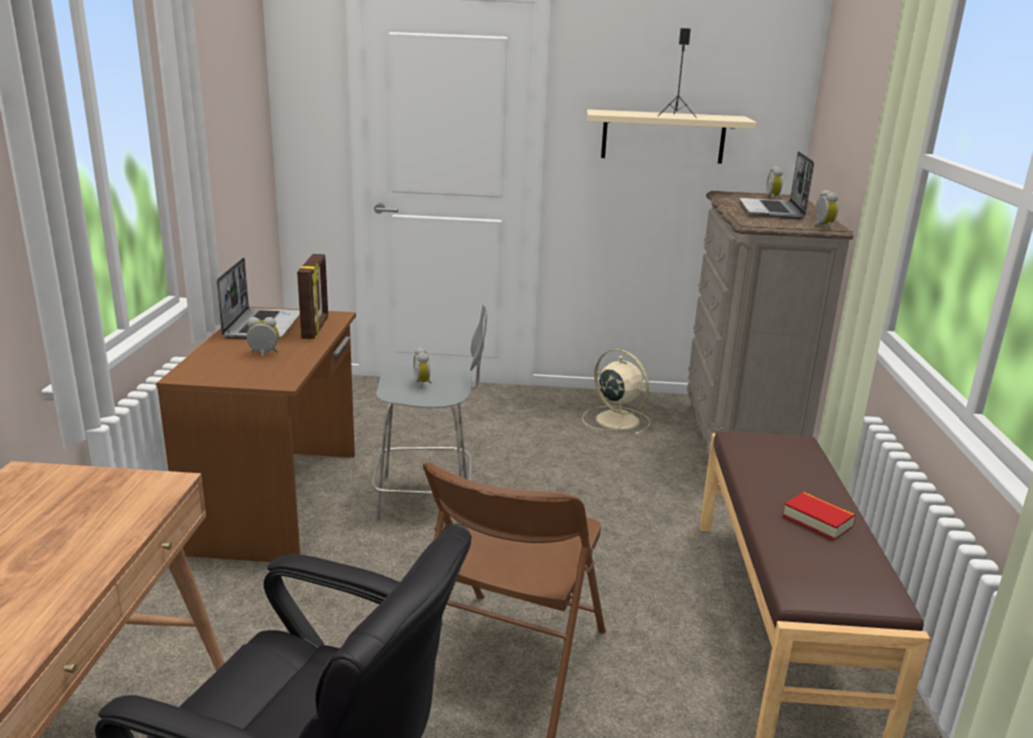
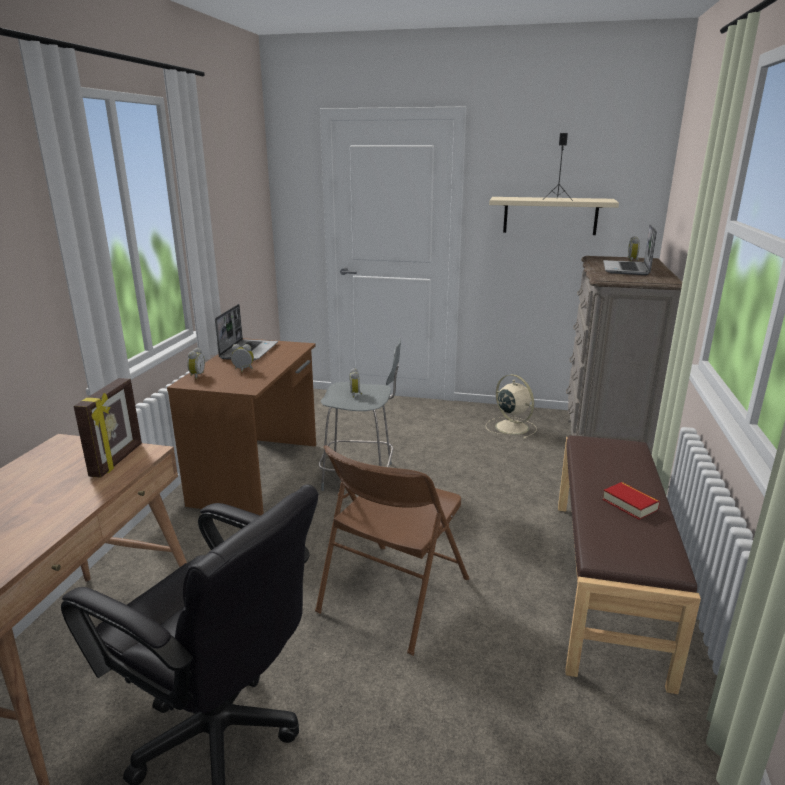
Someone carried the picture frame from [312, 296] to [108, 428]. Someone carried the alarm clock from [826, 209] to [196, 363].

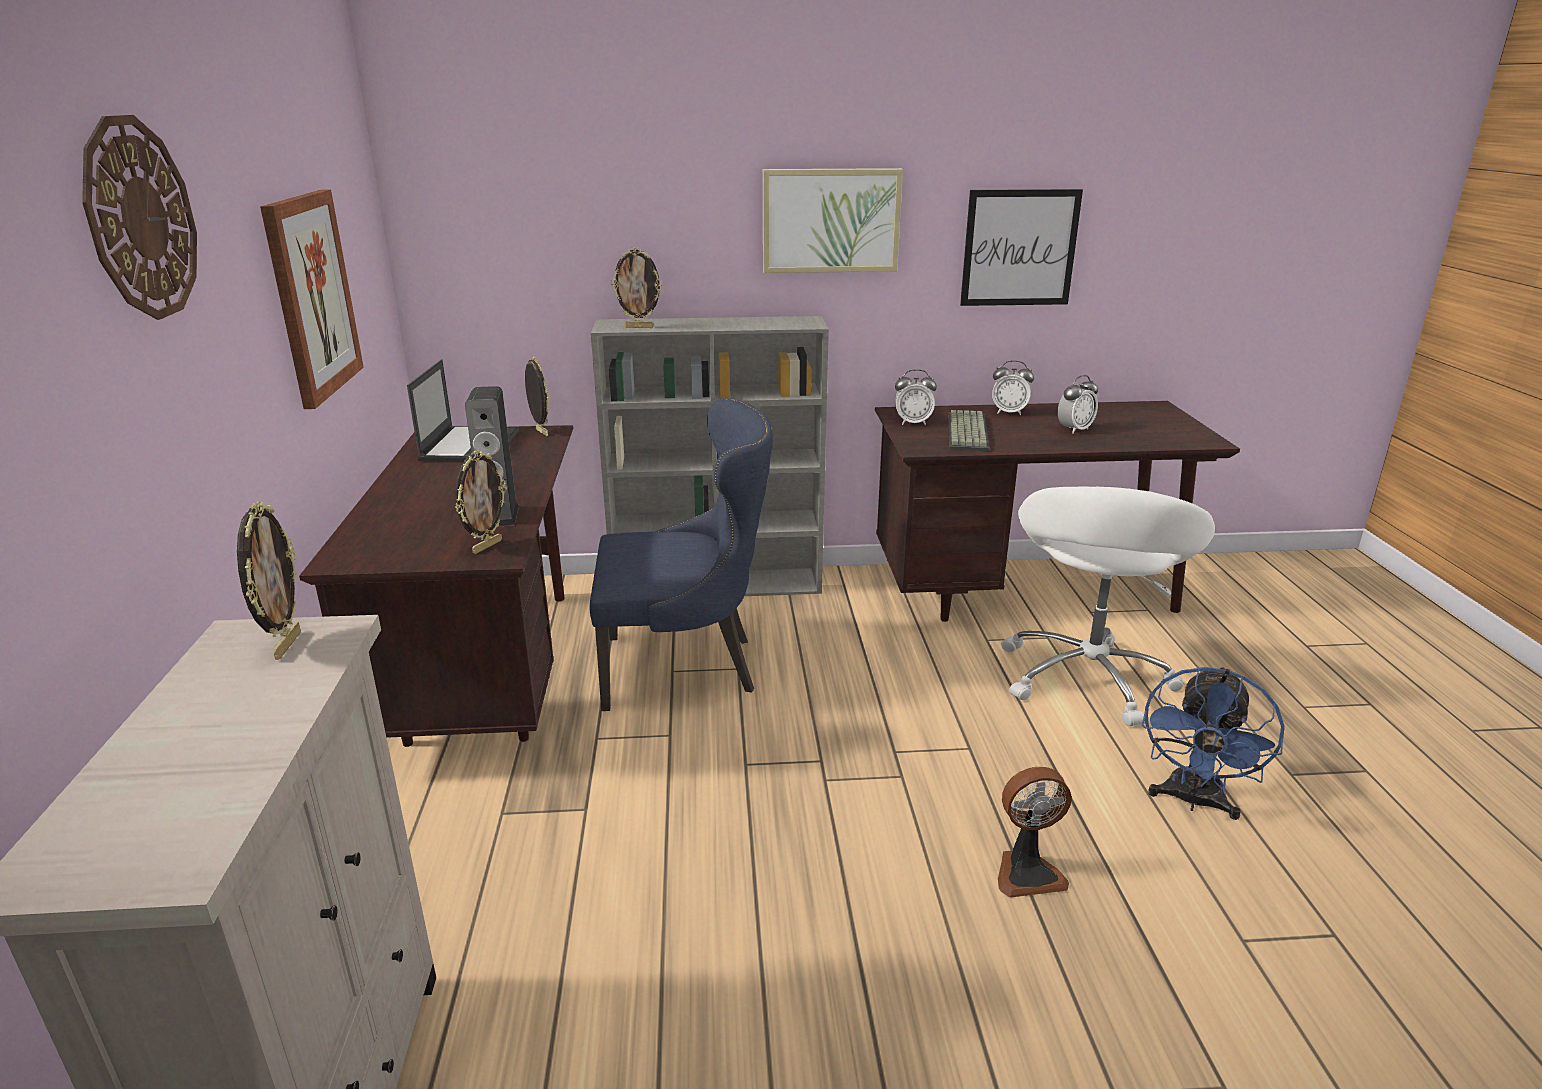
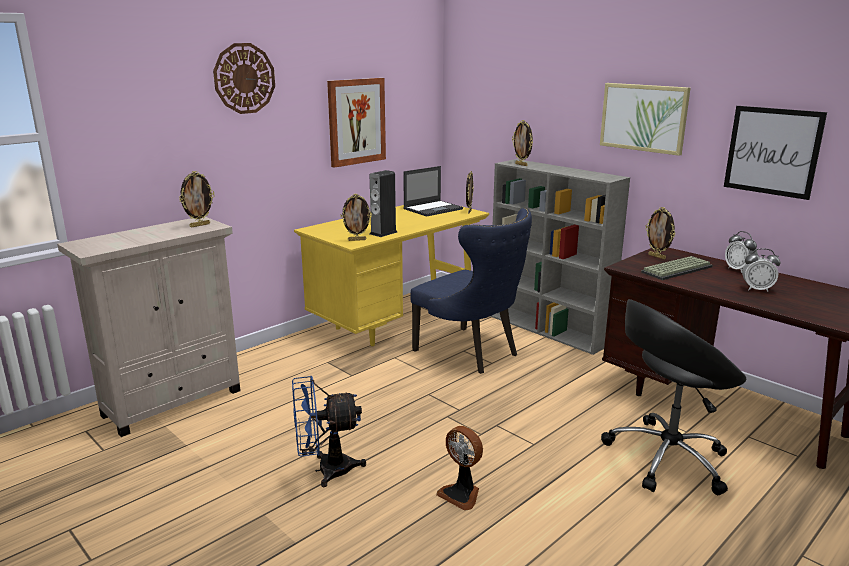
Someone carried the fan in blue from [1213, 743] to [329, 431]. Someone repainted the desk in brown at [436, 586], which became the desk in yellow at [391, 275]. Someone repainted the office chair in white at [1108, 606], which became the office chair in black at [673, 397]. Someone swapped the alarm clock at [916, 397] for the picture frame at [660, 233].

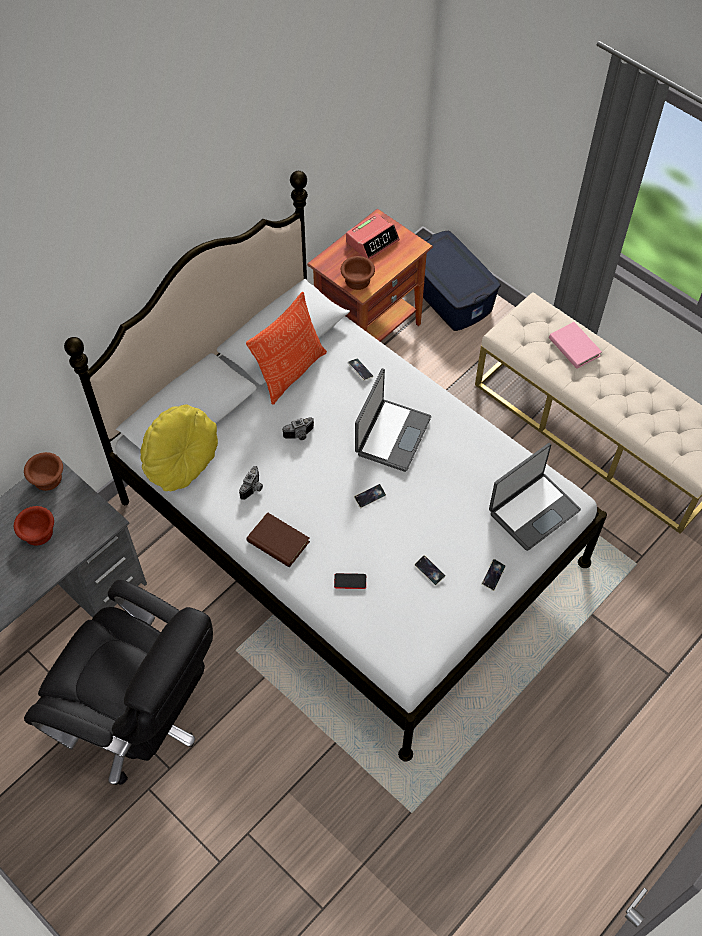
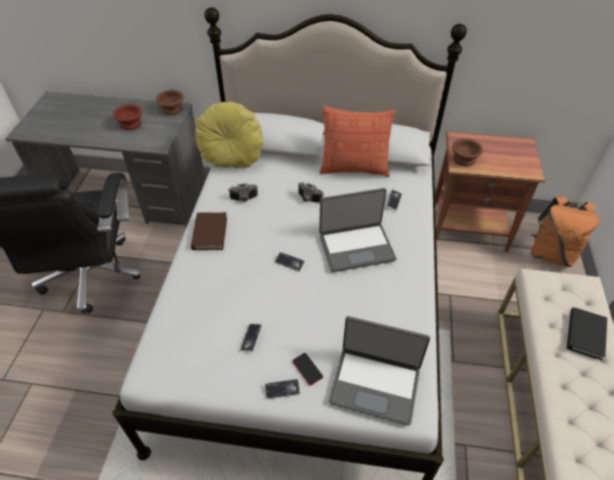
Someone carried the phone from [350, 581] to [308, 369]. Someone swapped the storage box in blue at [462, 281] for the backpack in orange at [565, 231]. Someone repainted the book in pink at [575, 345], which became the book in black at [587, 334]. Someone took away the alarm clock at [373, 236].

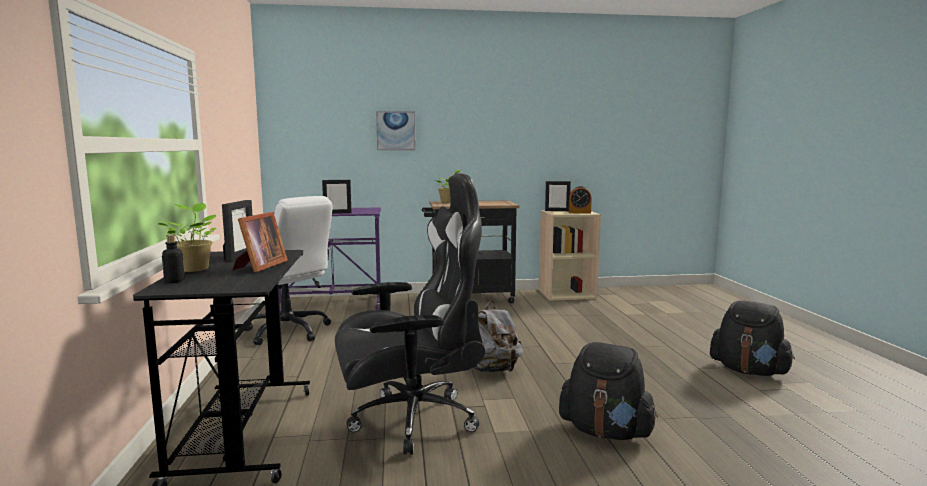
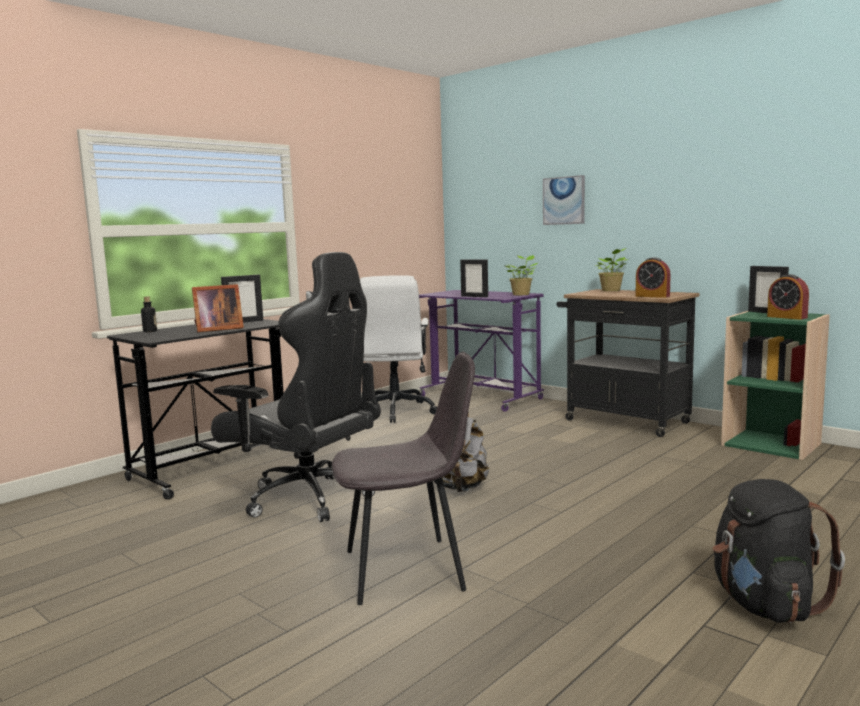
Someone swapped the backpack in black at [608, 391] for the chair in grey at [403, 478]. Someone carried the potted plant from [187, 237] to [521, 275]. Someone put down the alarm clock at [653, 277]. Someone repainted the bookcase in beige at [570, 255], which became the bookcase in green at [775, 385].

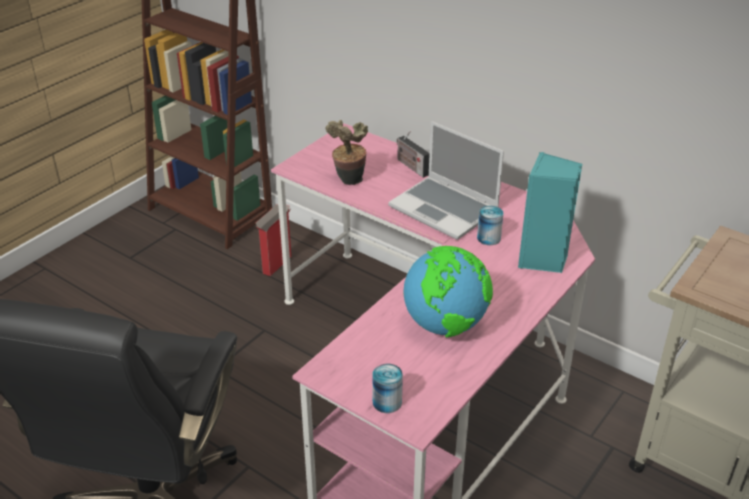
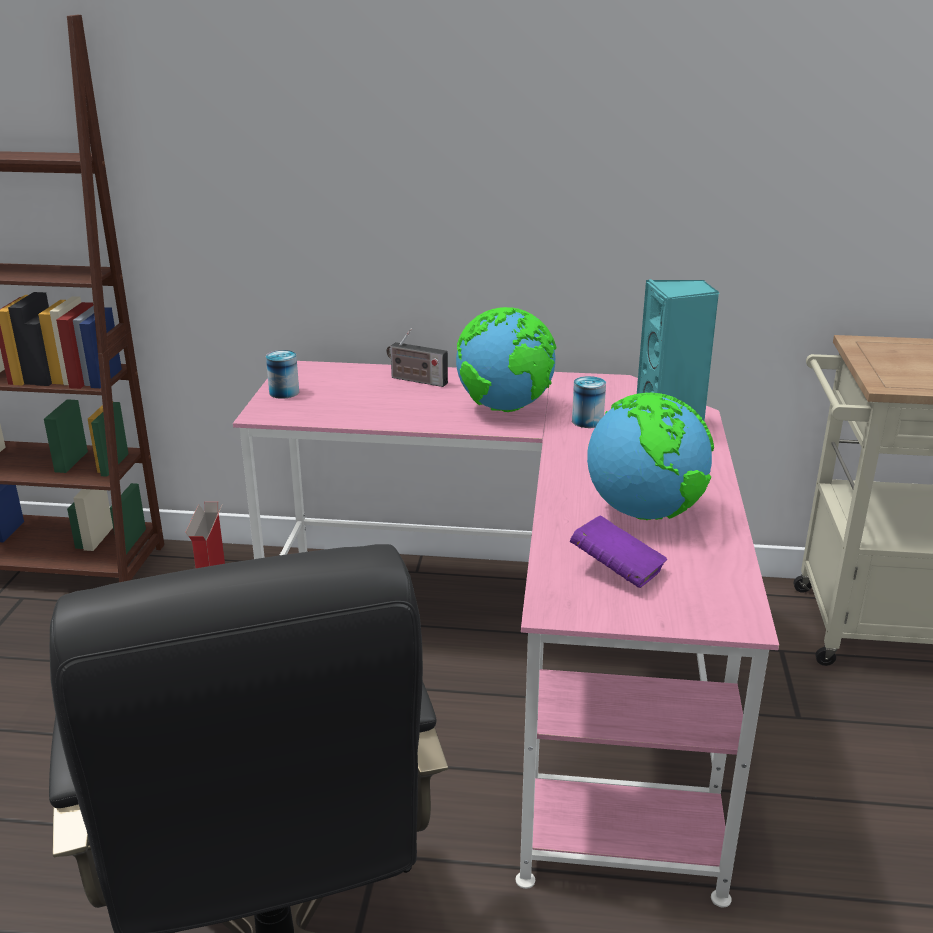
Someone carried the can from [388, 388] to [282, 374]. Someone swapped the laptop at [446, 180] for the globe at [506, 359]. Someone put down the book in purple at [618, 551]. Someone took away the potted plant at [347, 152].

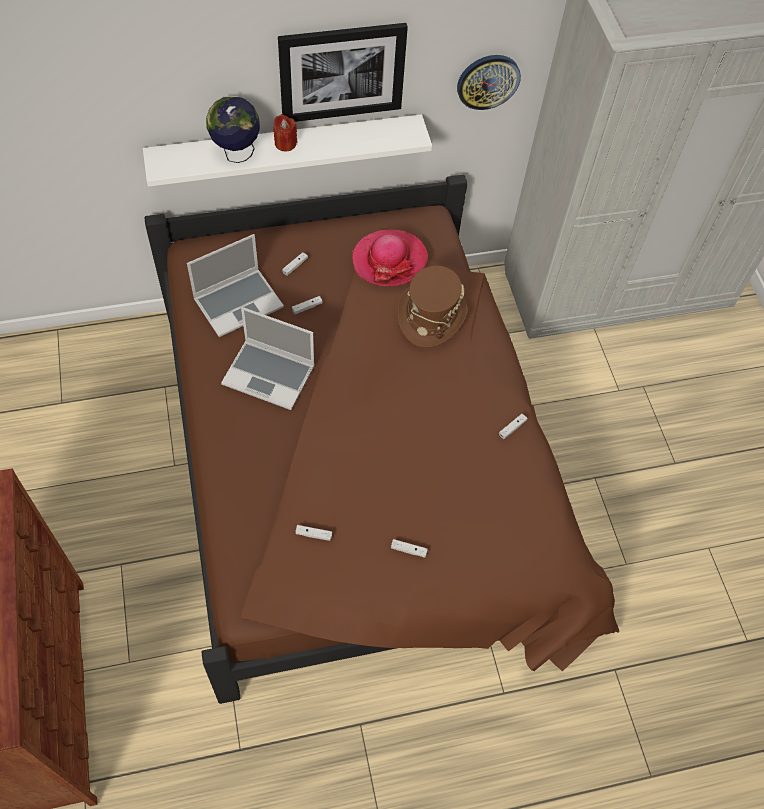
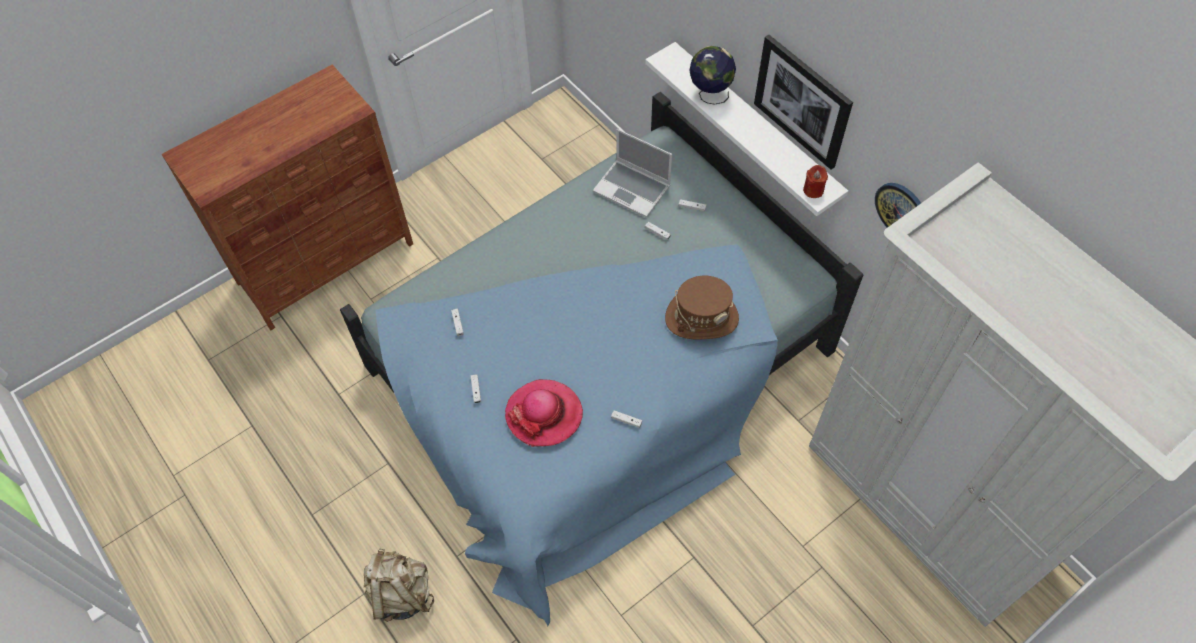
Someone repainted the bed in brown at [381, 439], which became the bed in blue at [601, 359]. Someone put down the backpack in beige at [399, 585]. Someone carried the hat from [390, 257] to [544, 413]. Someone carried the candle in red from [285, 132] to [815, 181]. Someone took away the laptop at [268, 358].

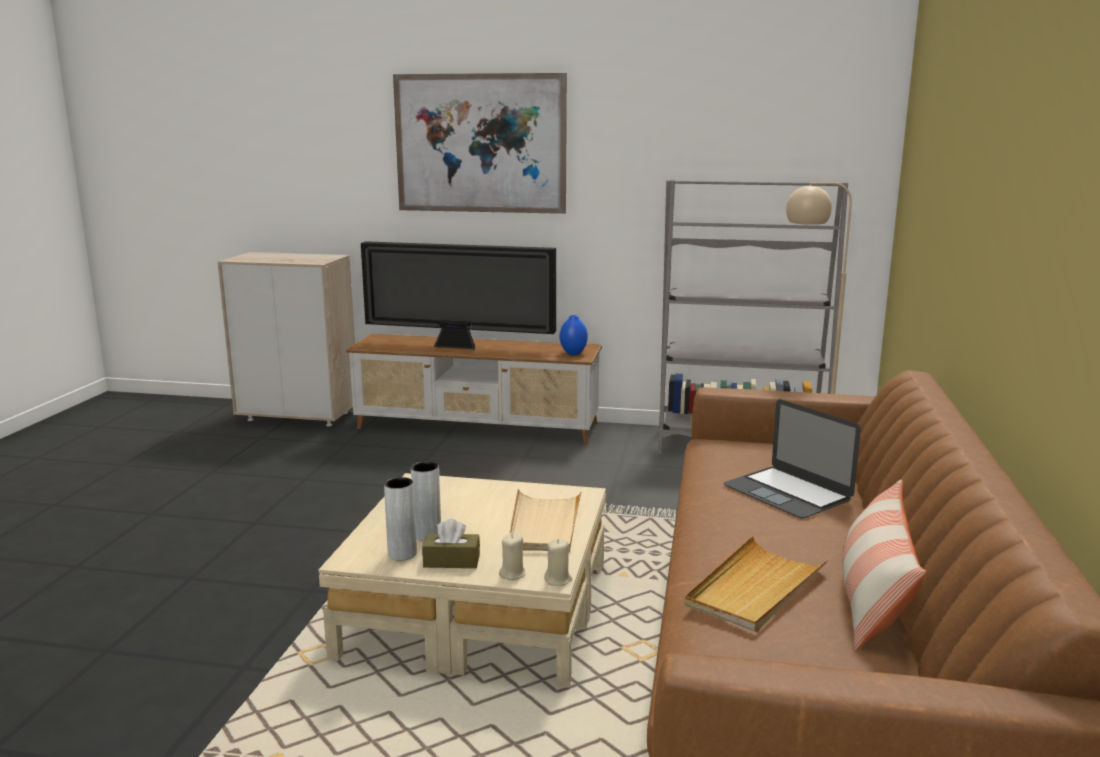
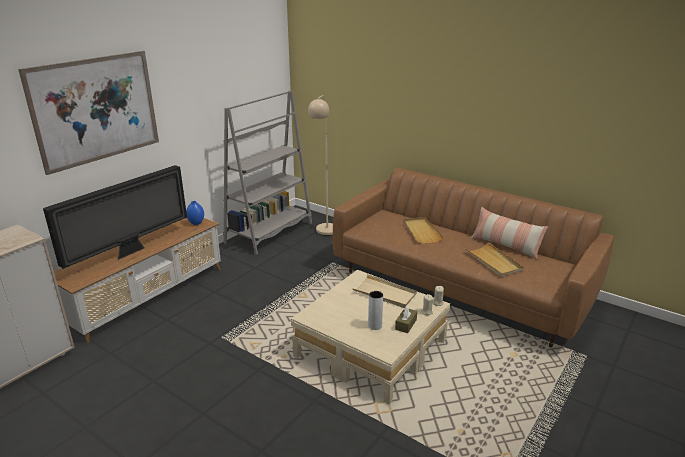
Someone swapped the laptop at [792, 459] for the tray in beige at [423, 230]. Someone took away the vase in grey at [400, 519].

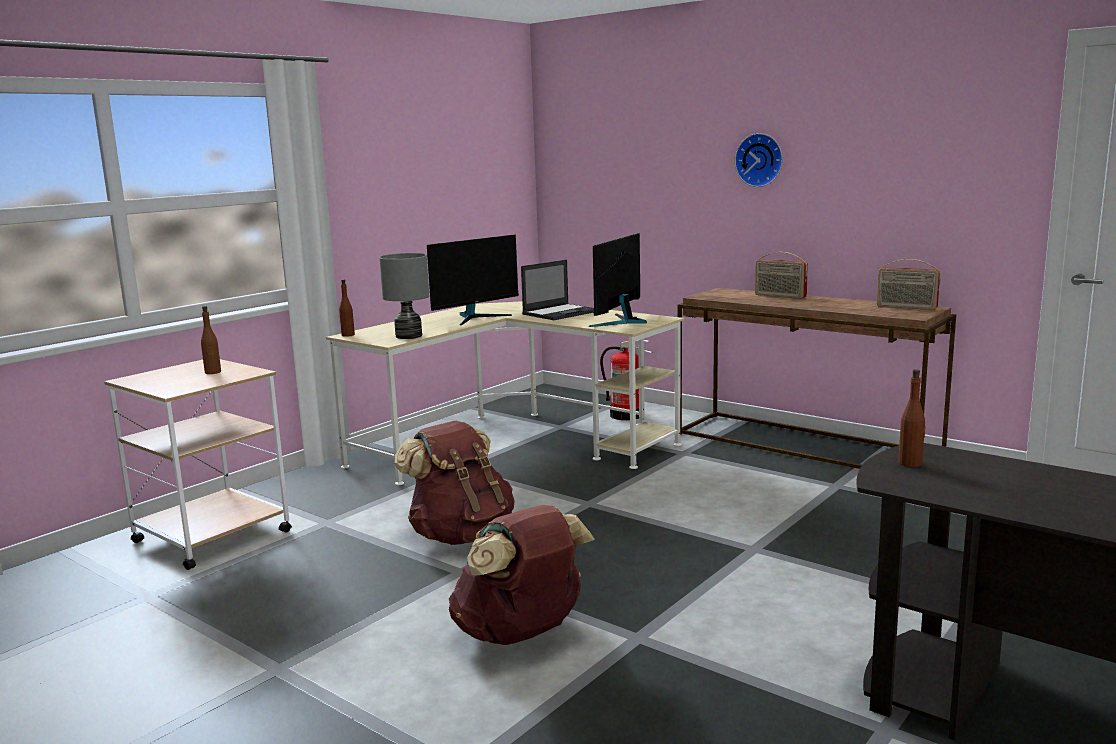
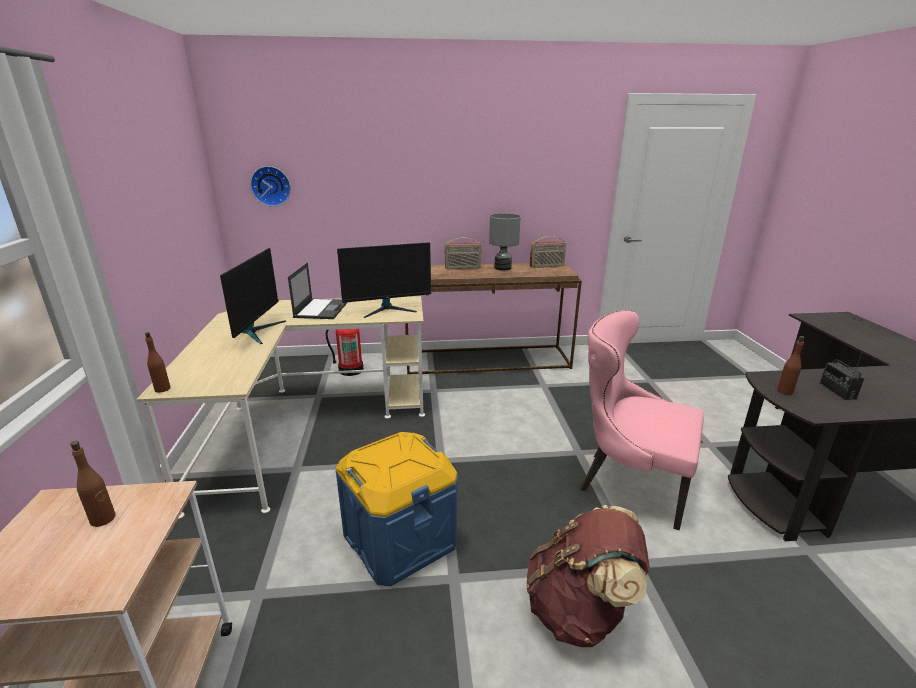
Someone carried the wall clock from [759, 160] to [270, 186]. Someone swapped the backpack in brown at [454, 483] for the storage box in blue at [396, 509]. Someone rotated the monitor at [618, 280] by 90 degrees counterclockwise. Someone carried the table lamp in grey from [404, 296] to [505, 241]. Someone put down the chair in pink at [642, 420]. Someone put down the radio at [842, 376].

